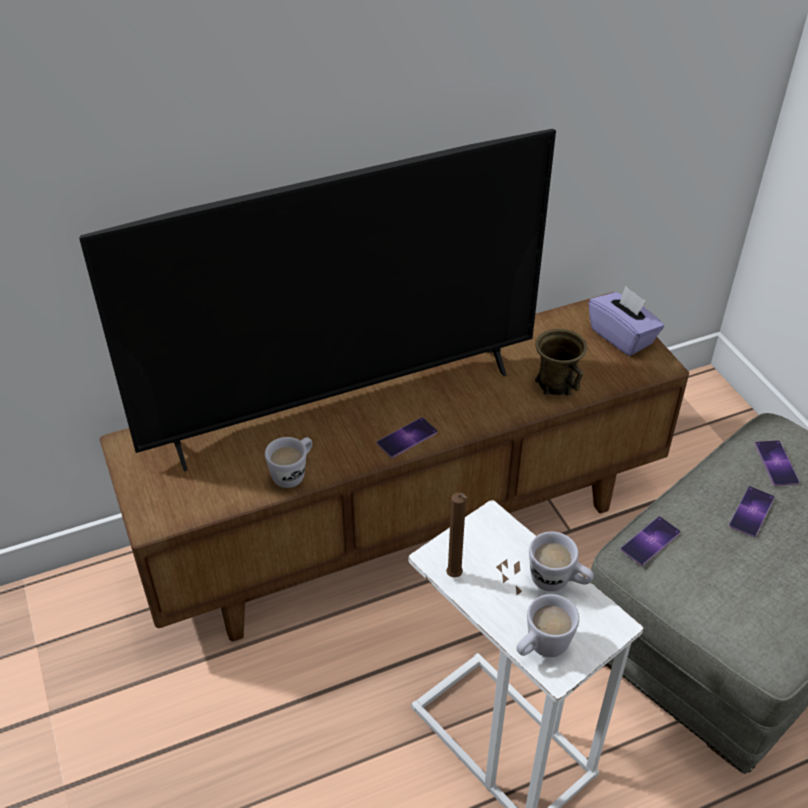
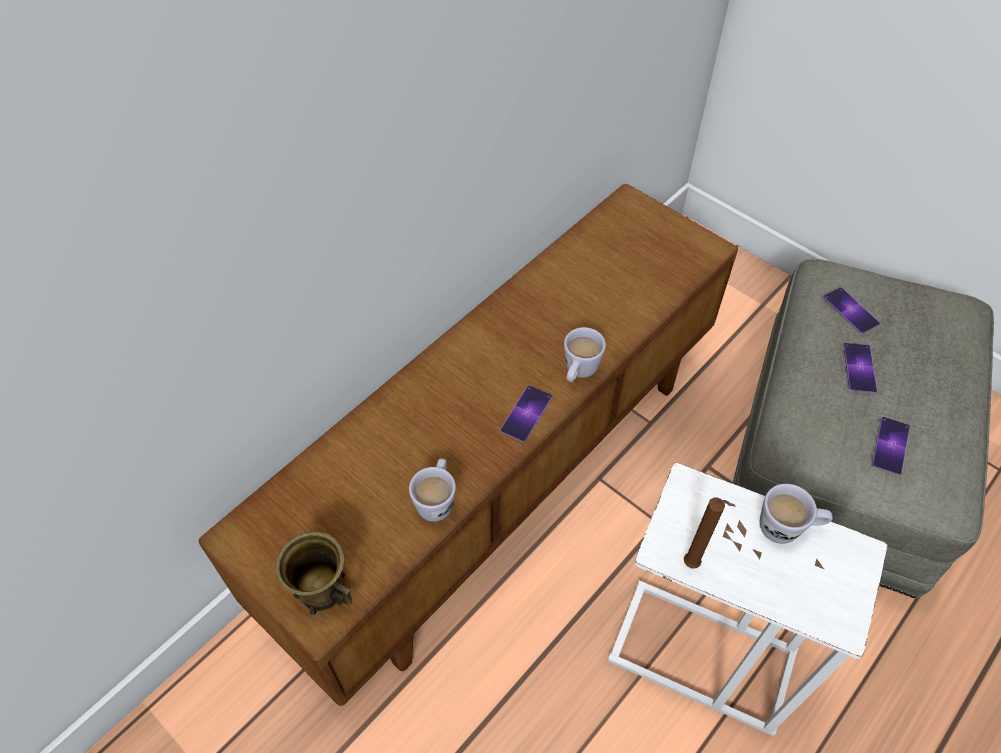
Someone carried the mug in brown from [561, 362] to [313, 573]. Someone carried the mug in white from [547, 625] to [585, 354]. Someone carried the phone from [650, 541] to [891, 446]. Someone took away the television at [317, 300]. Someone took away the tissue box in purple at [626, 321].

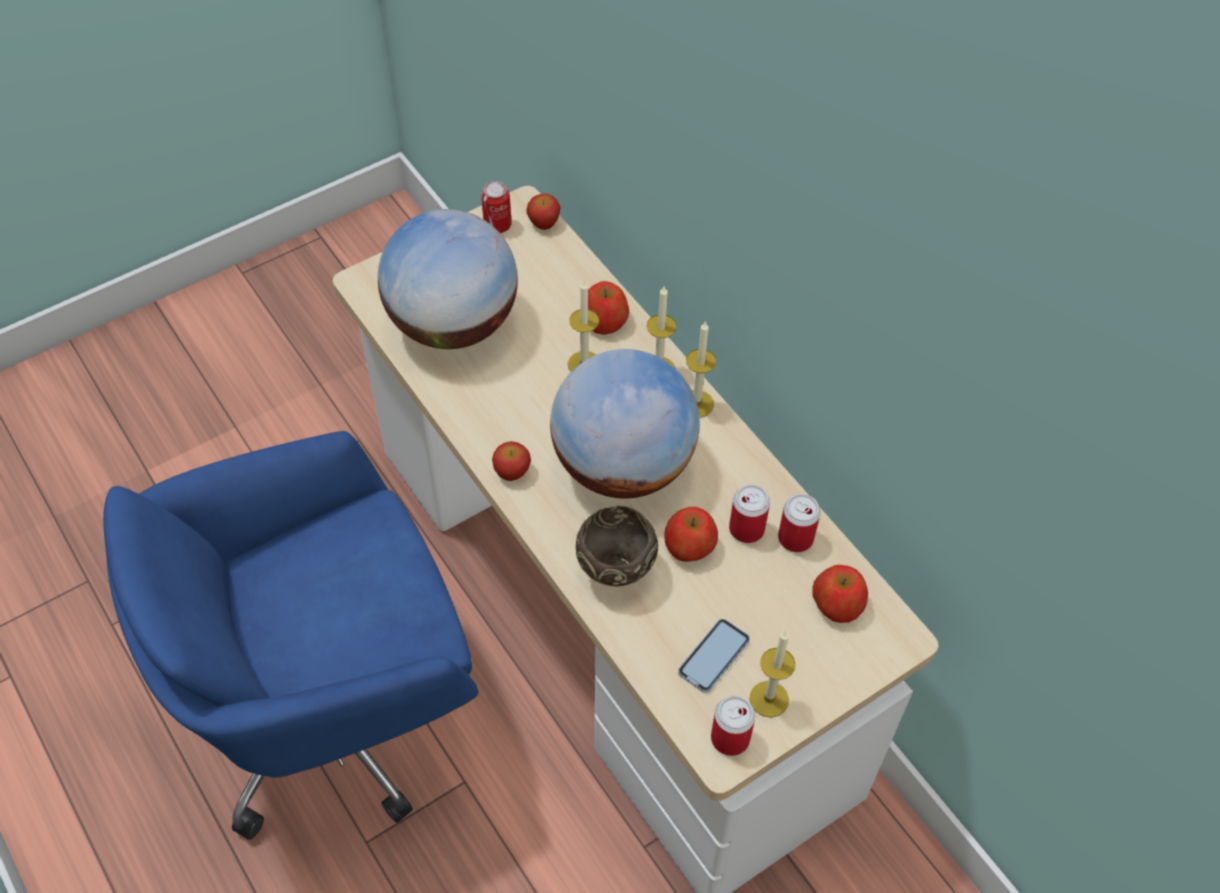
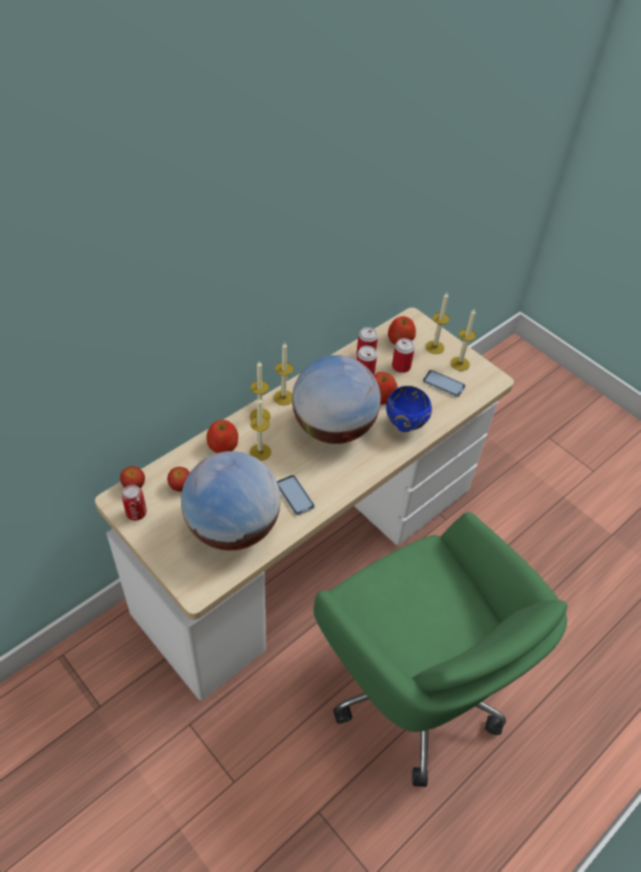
Someone carried the apple from [511, 461] to [178, 479]. Someone put down the phone at [296, 495]. Someone repainted the office chair in blue at [290, 635], which became the office chair in green at [440, 649]. Someone repainted the bowl in brown at [617, 546], which became the bowl in blue at [409, 409]. Someone carried the can from [733, 726] to [403, 355]. Someone put down the candle at [437, 323].

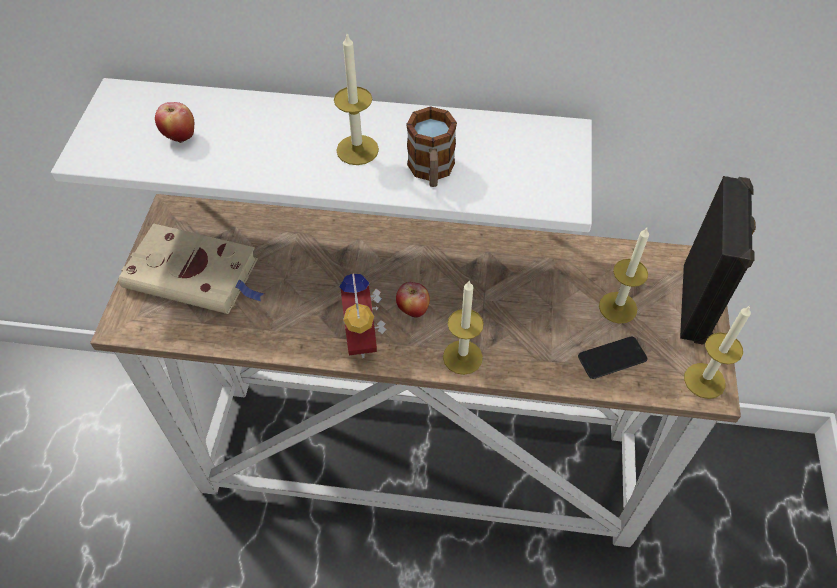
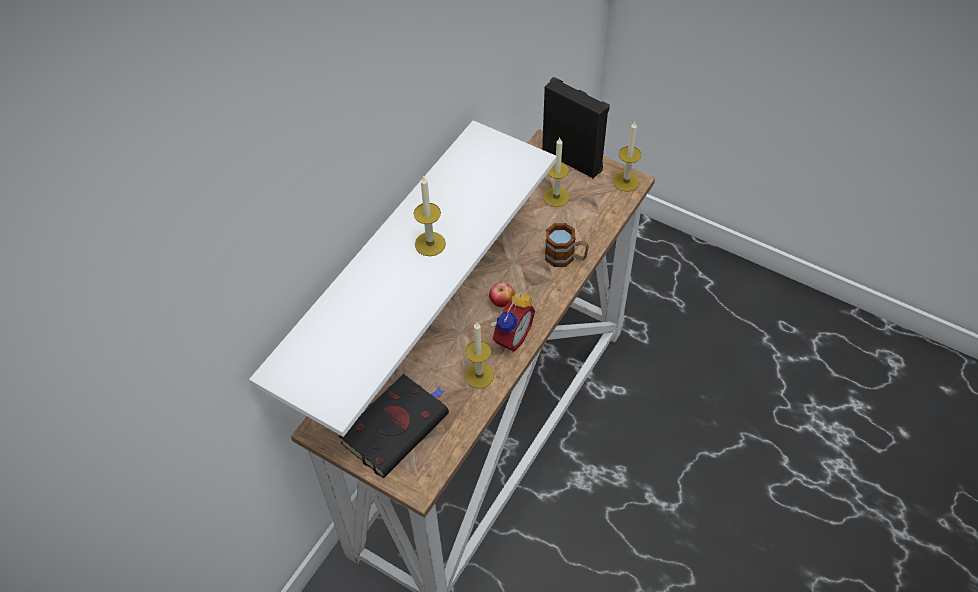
Someone repainted the book in beige at [191, 268], which became the book in black at [394, 426]. Someone carried the candle from [463, 328] to [479, 355]. Someone rotated the alarm clock at [363, 315] by 75 degrees counterclockwise. Someone carried the mug from [431, 146] to [567, 245]. Someone took away the apple at [174, 122]. Someone took away the phone at [612, 357].

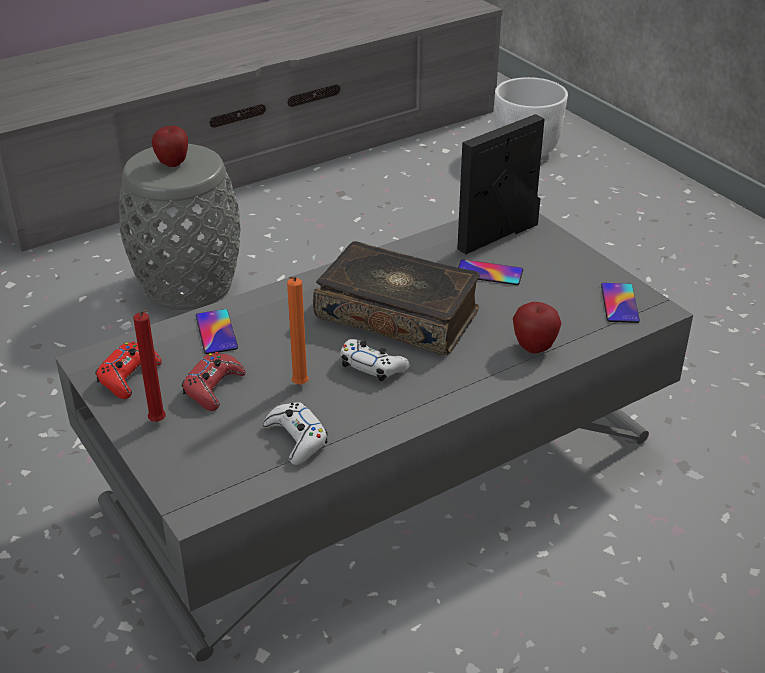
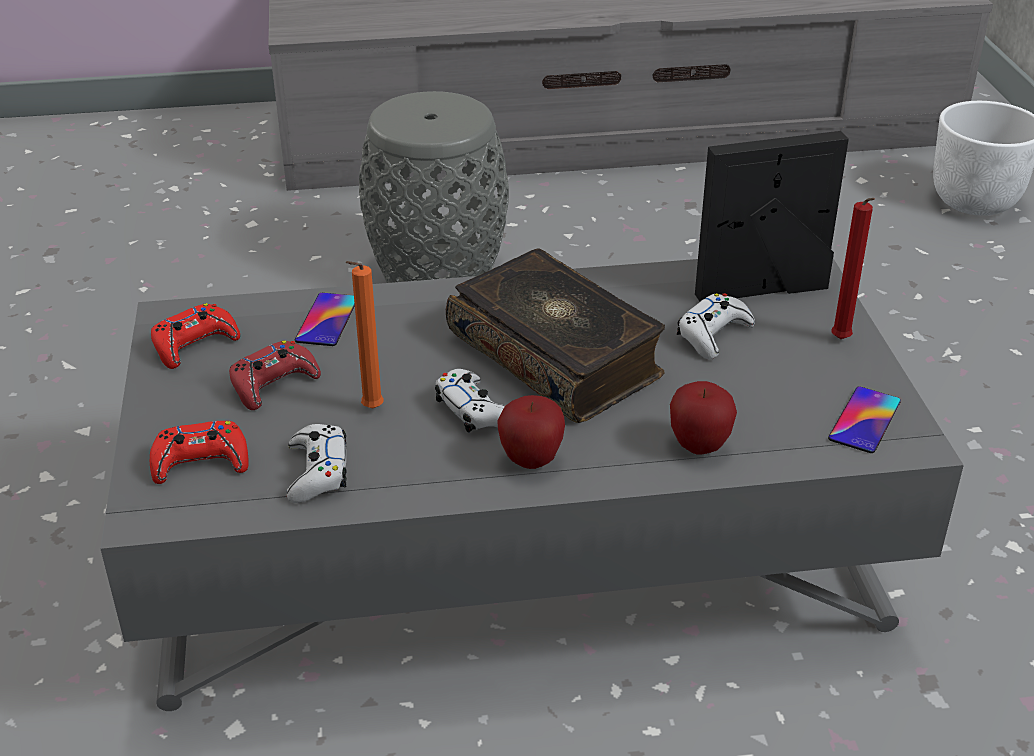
Someone put down the game controller in red at [199, 452]. Someone carried the apple from [170, 146] to [531, 432]. Someone swapped the phone at [490, 272] for the game controller in white at [716, 326]. Someone carried the candle in red from [149, 366] to [853, 268].

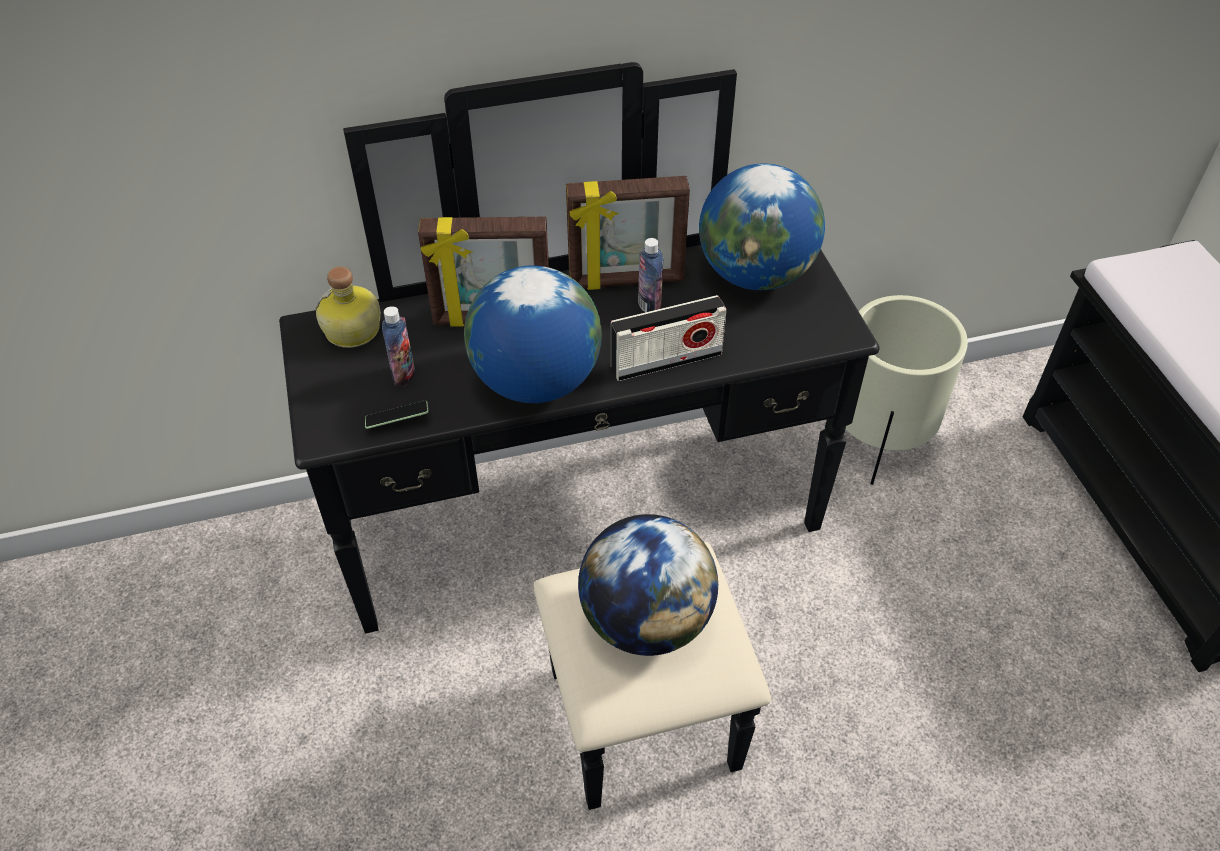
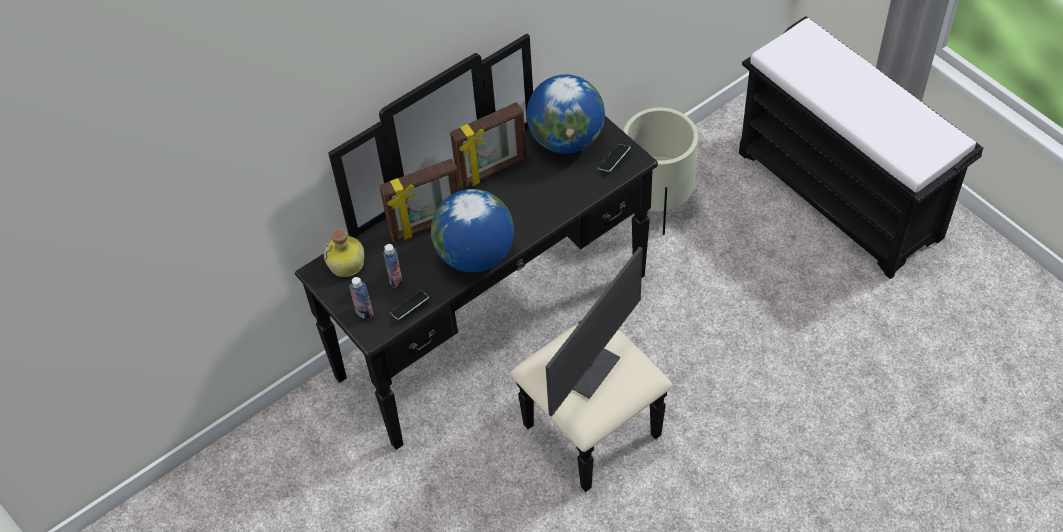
Someone carried the bottle from [650, 275] to [361, 298]. Someone swapped the globe at [648, 585] for the monitor at [594, 331]. Someone put down the phone at [614, 158]. Someone took away the radio at [669, 338].

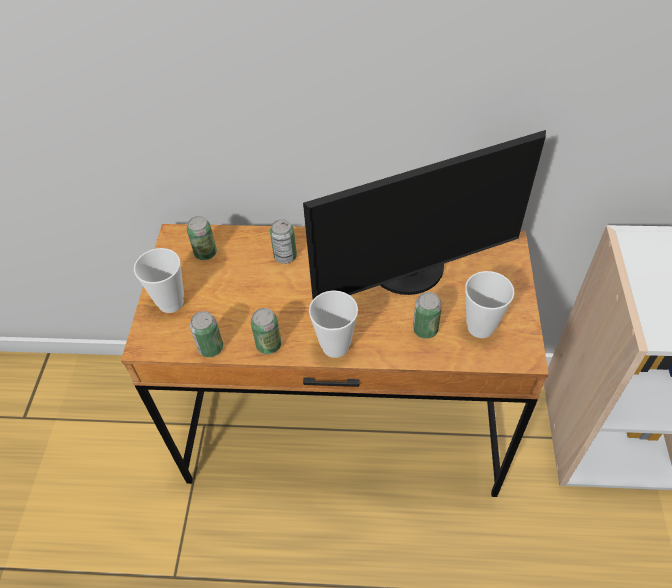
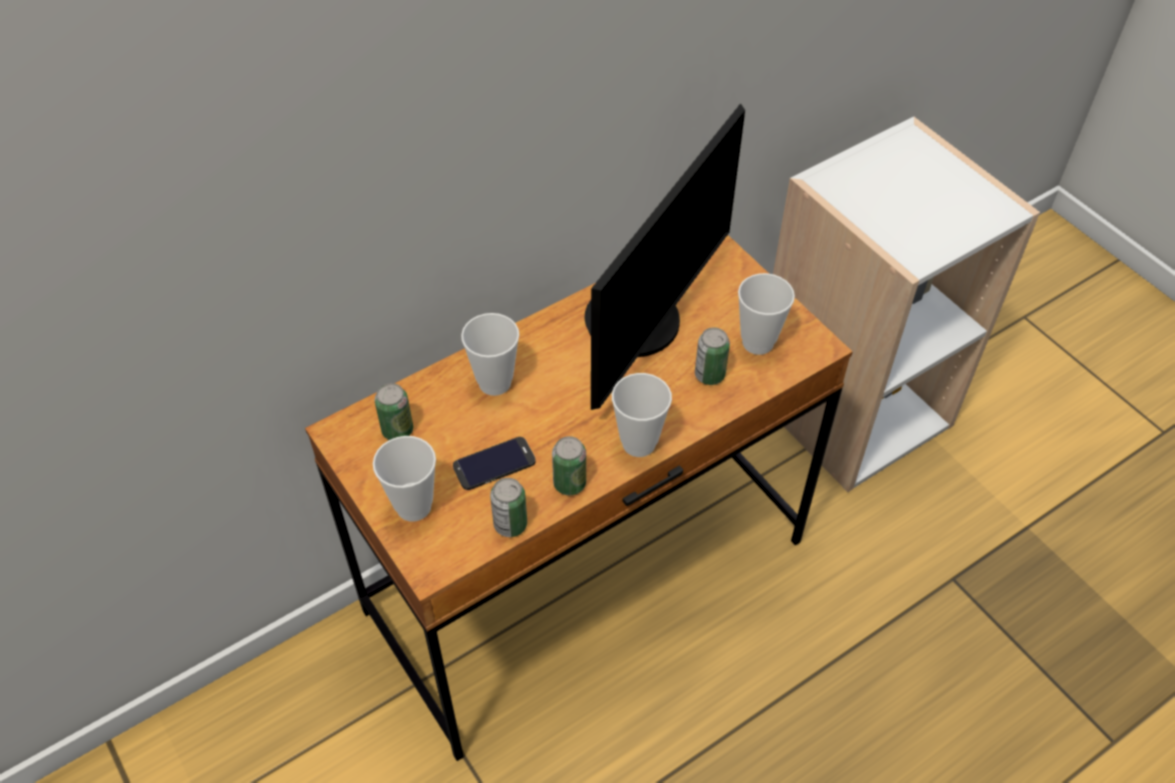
Someone put down the phone at [494, 463]. Someone swapped the can at [283, 241] for the cup at [490, 354].

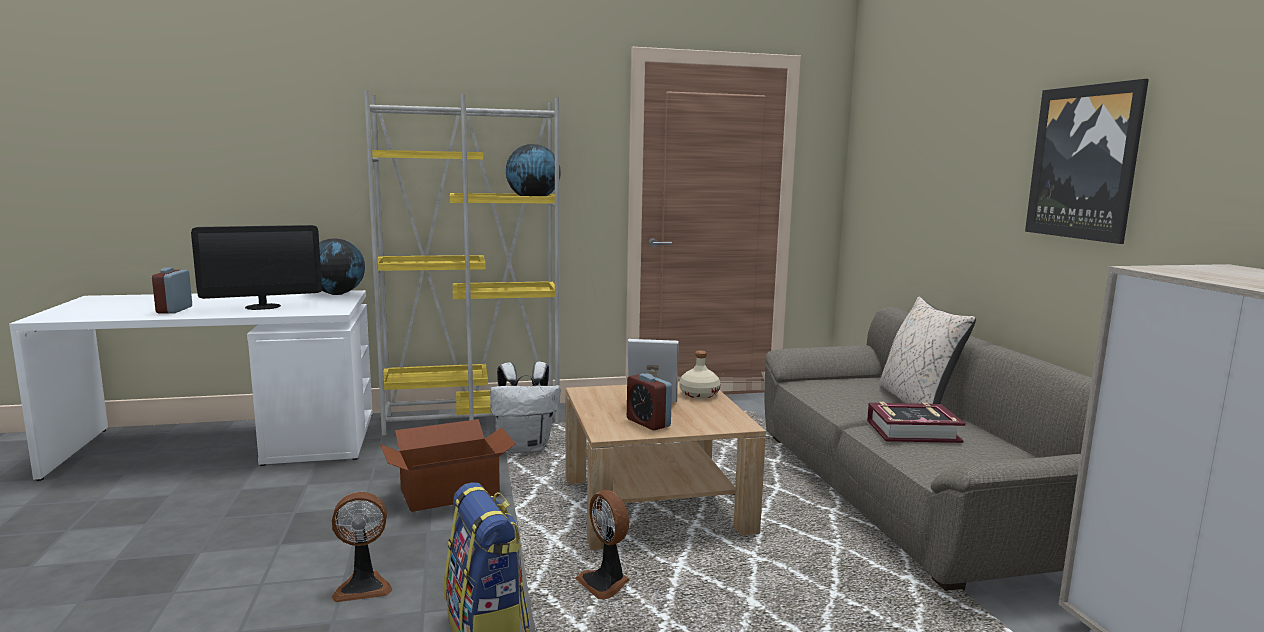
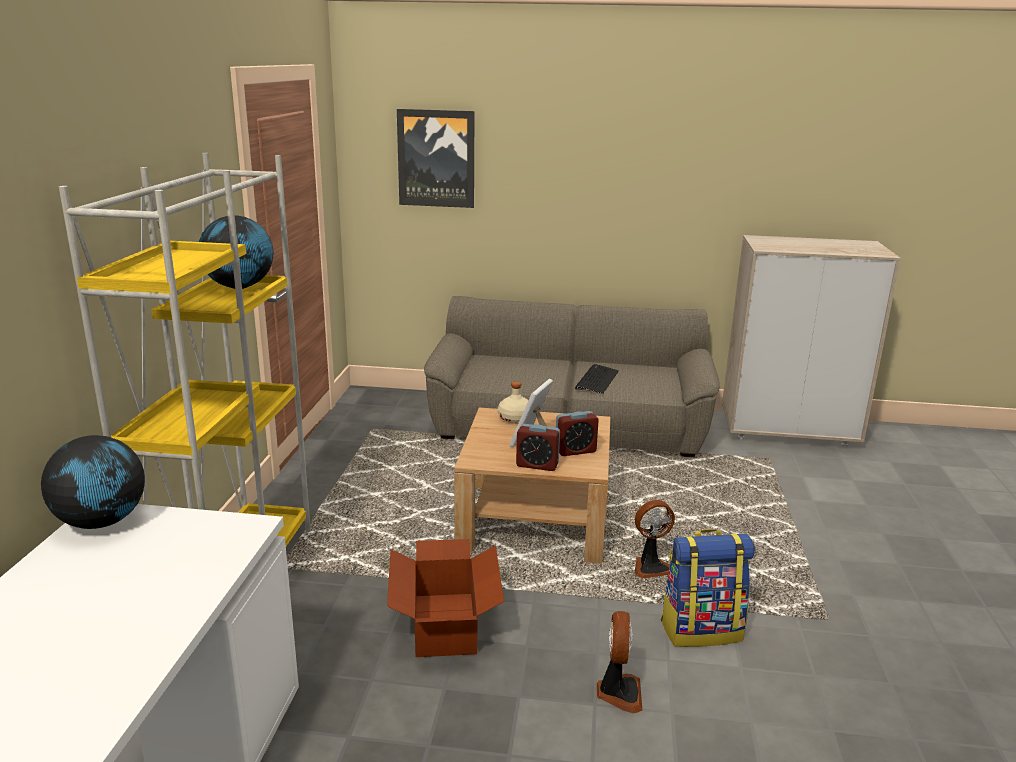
Someone carried the picture from [1087, 161] to [435, 158]. Someone carried the alarm clock from [172, 291] to [538, 447]. Someone swapped the book at [916, 422] for the keyboard at [597, 379]. Someone took away the monitor at [256, 267]. Someone took away the backpack in white at [525, 407]. Someone took away the pillow in beige at [927, 350].

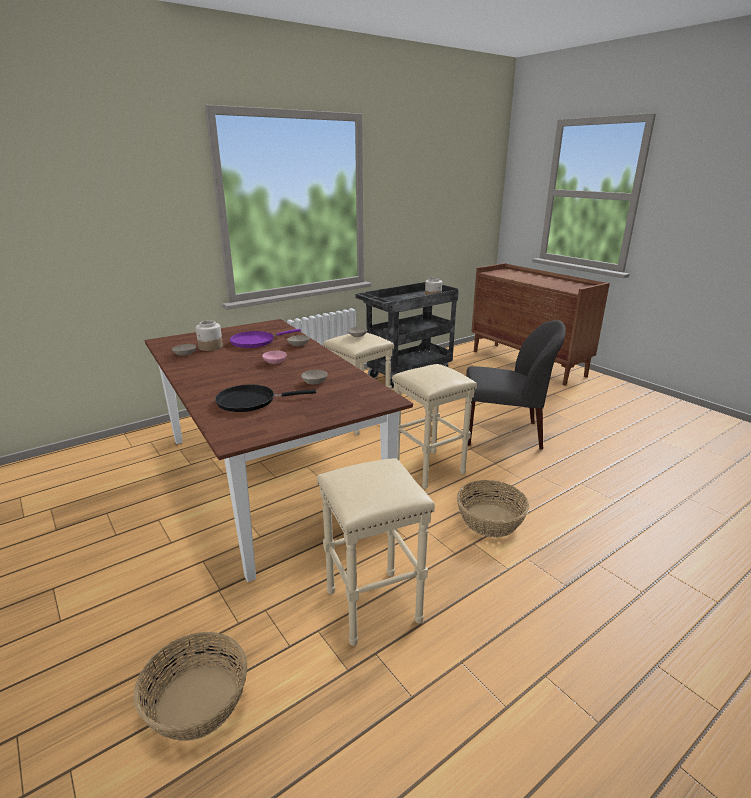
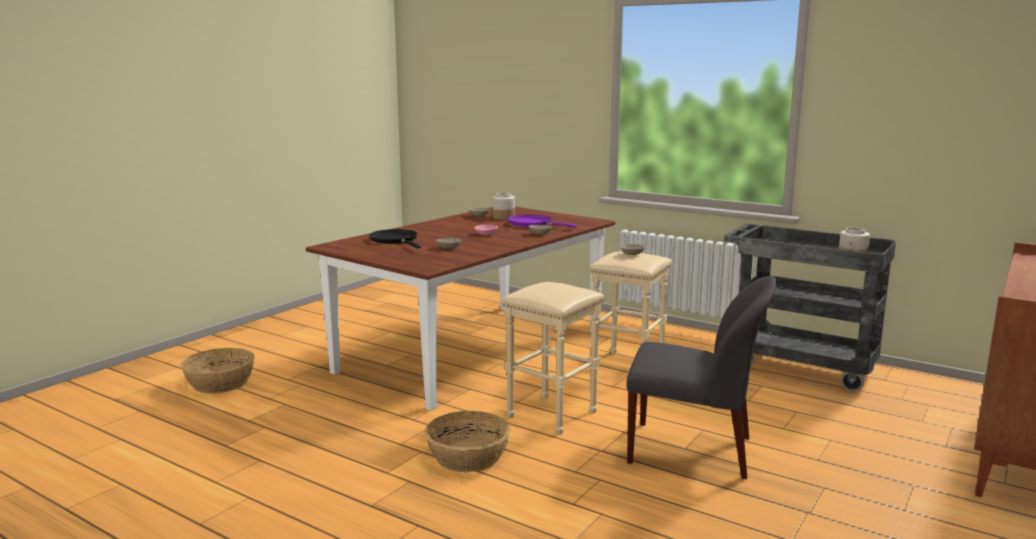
Someone rotated the chair in grey at [516, 385] by 60 degrees counterclockwise. Someone took away the stool in beige at [376, 552].

